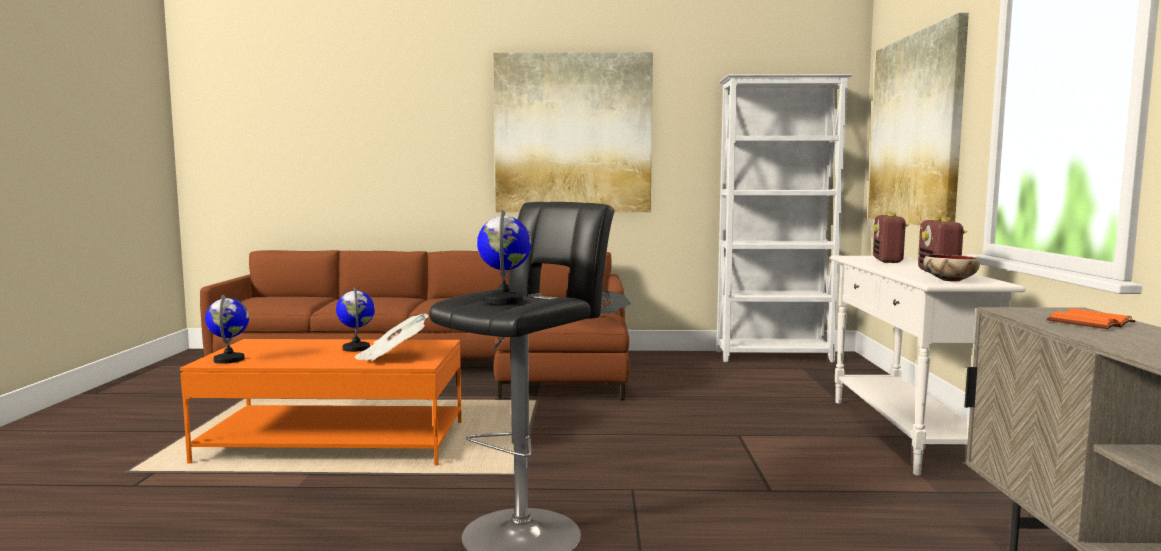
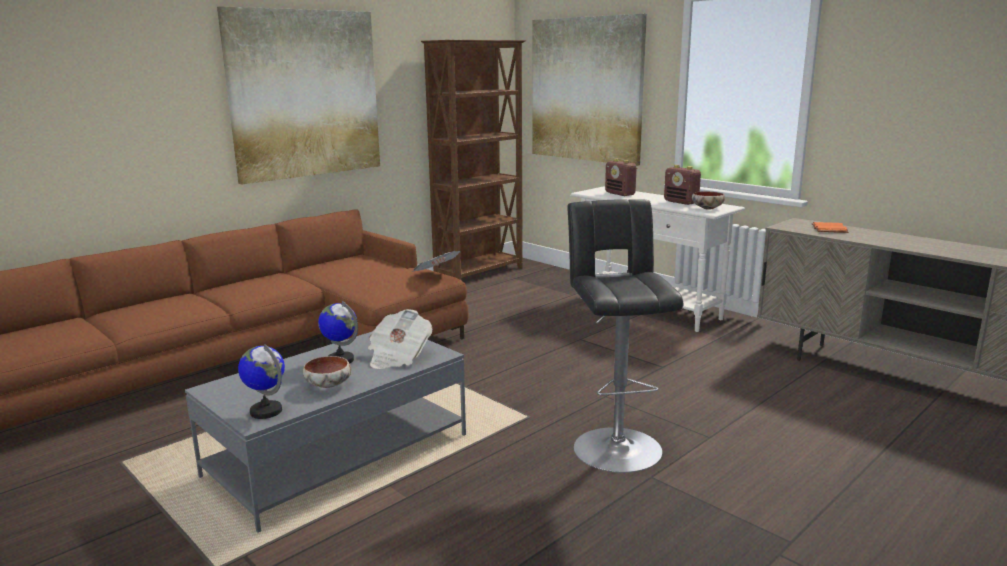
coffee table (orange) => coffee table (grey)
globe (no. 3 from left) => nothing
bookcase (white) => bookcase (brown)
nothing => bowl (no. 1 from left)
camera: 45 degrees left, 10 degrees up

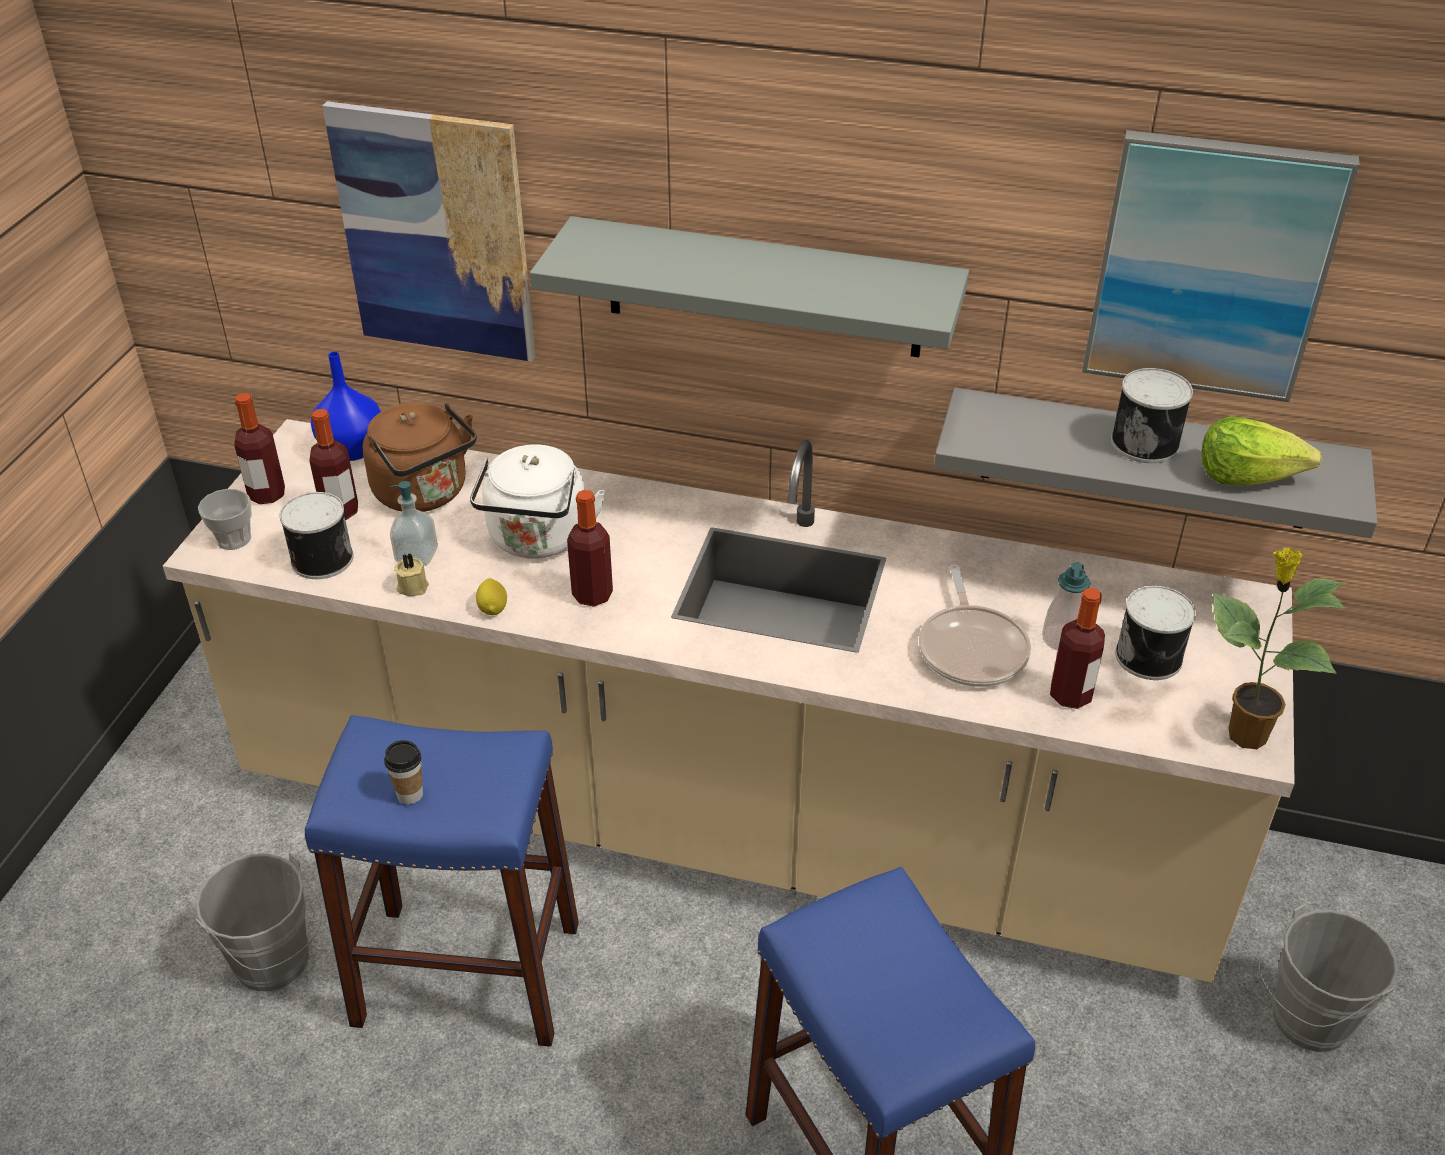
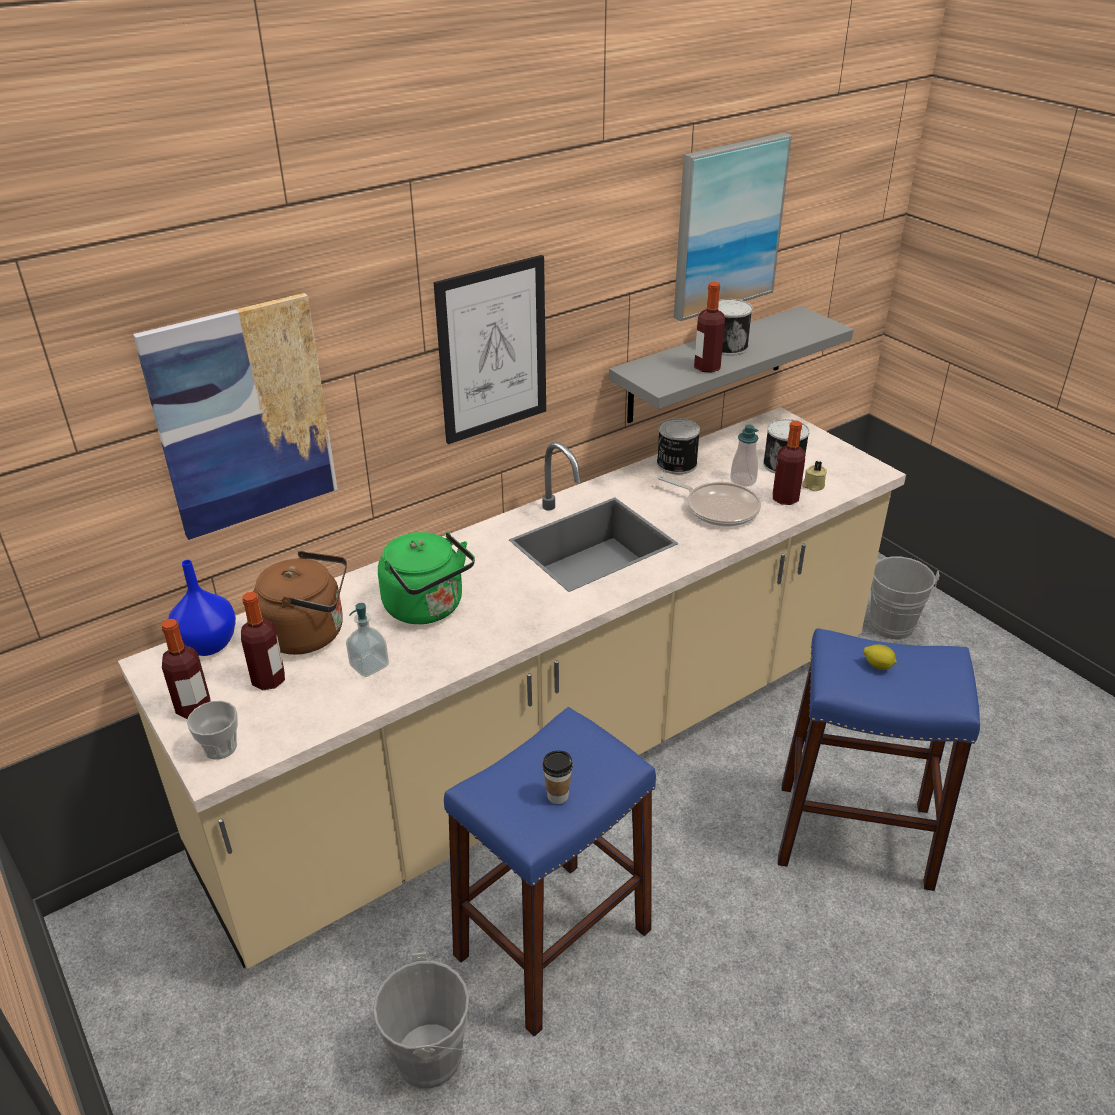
can (no. 1 from left), relocated
candle (beige), relocated
kettle (white) => kettle (green)
lemon, relocated
shelf (grey) (no. 1 from left) => picture (no. 2 from left)
bottle (no. 3 from left), relocated
lettuce => nothing
potted plant => nothing
camera: 50 degrees left, 5 degrees down

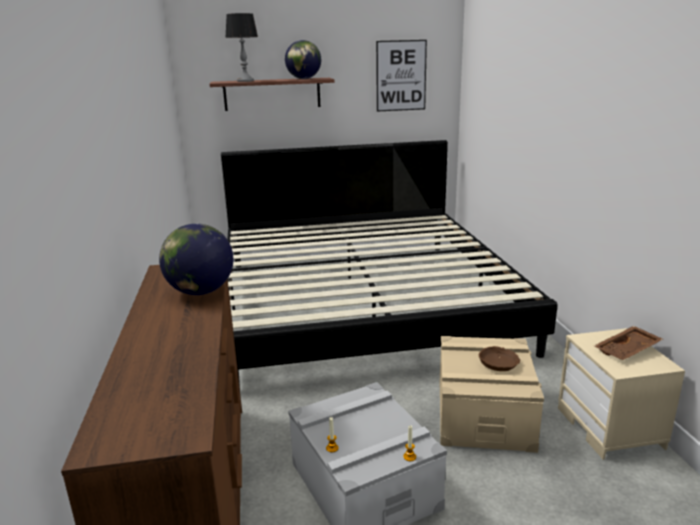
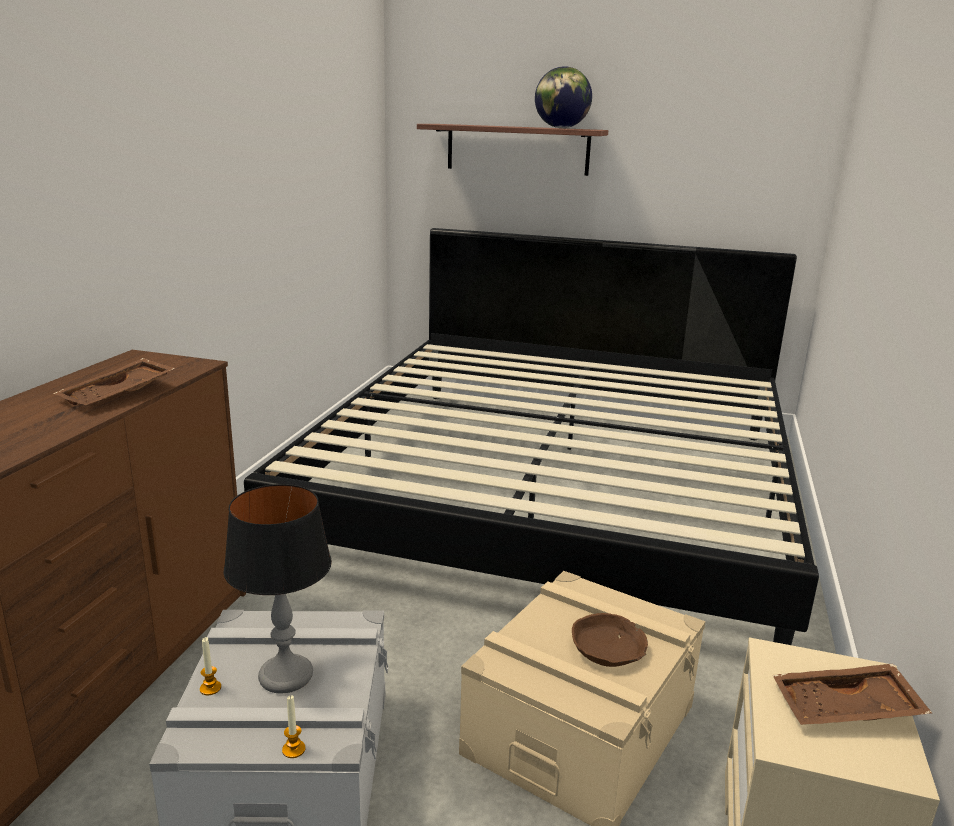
globe (no. 1 from left) => tray (brown) (no. 1 from left)
table lamp, relocated
picture => nothing
camera: 25 degrees right, 0 degrees up

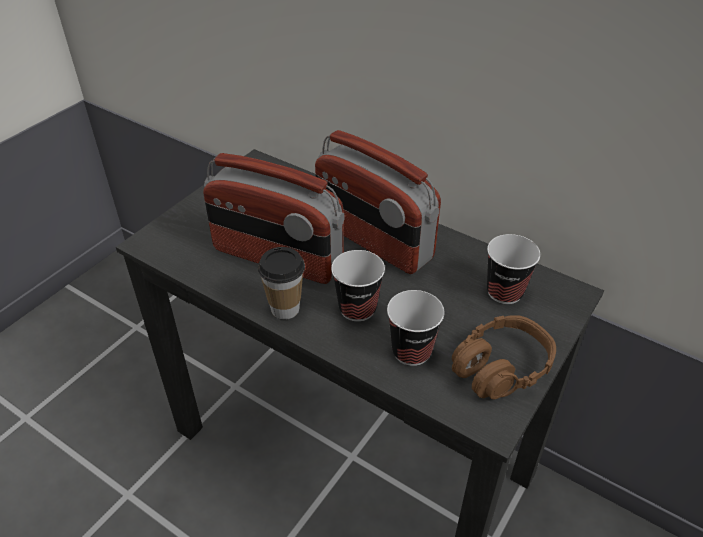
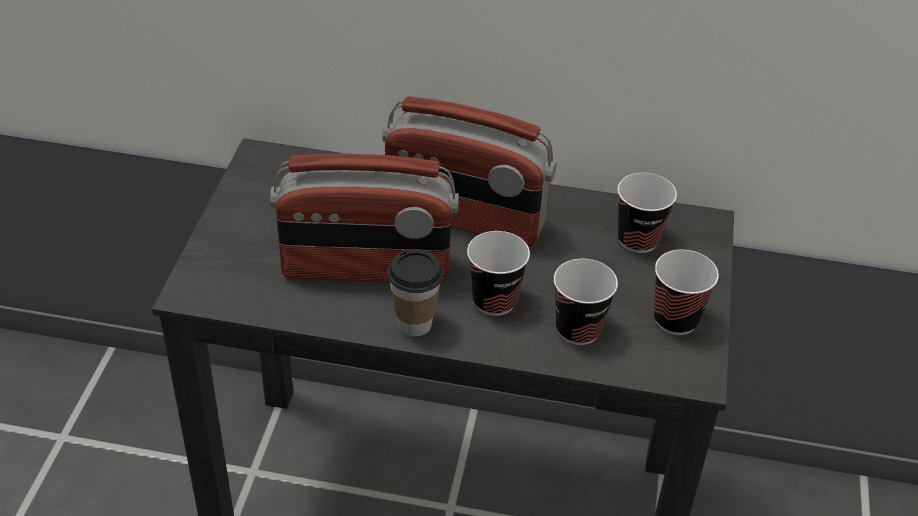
headphones (brown) => cup (no. 5 from left)
camera: 25 degrees left, 0 degrees up

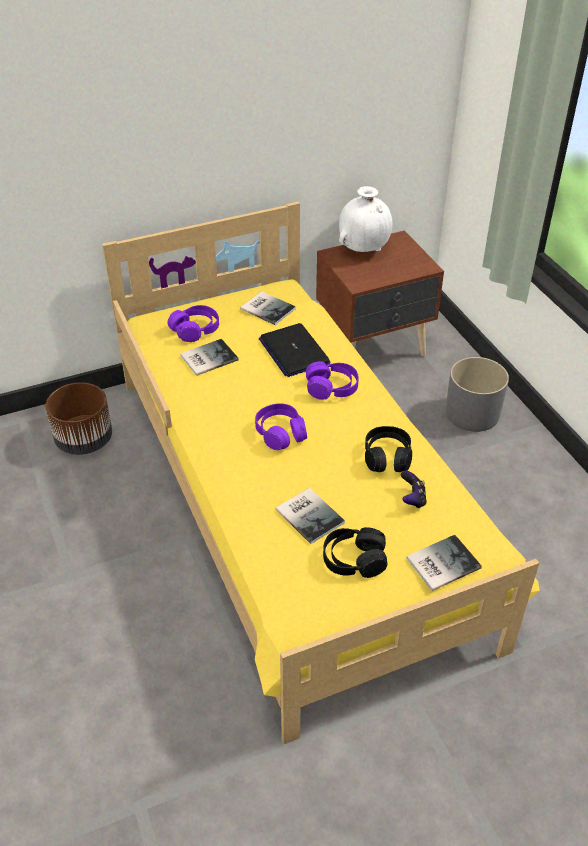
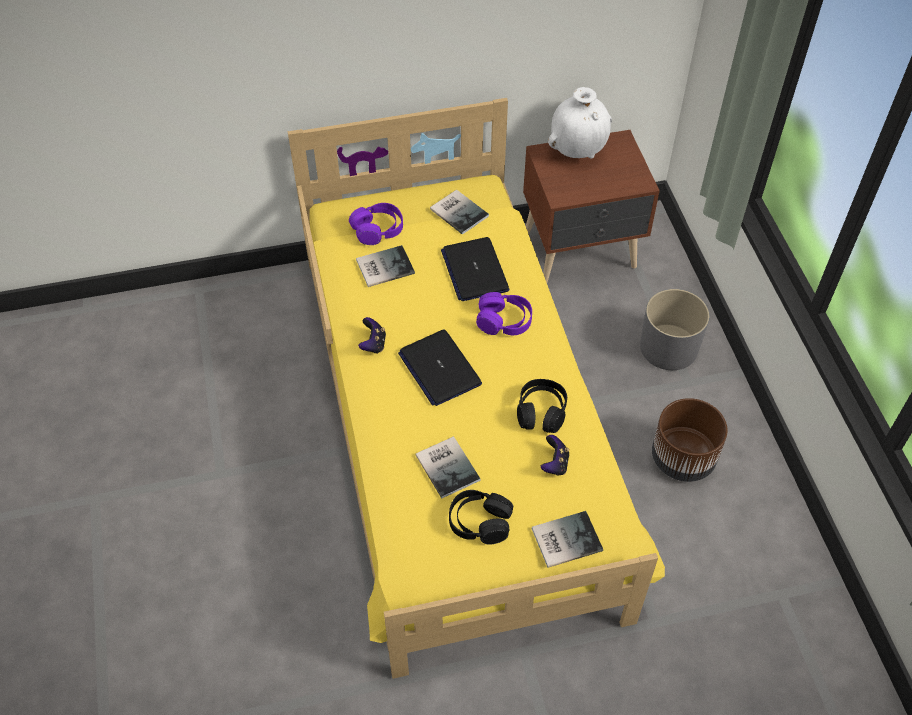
planter (brown), relocated
headphones (purple) (no. 2 from left) => laptop (no. 1 from left)
nothing => game controller (no. 1 from left)
camera: 10 degrees right, 10 degrees up

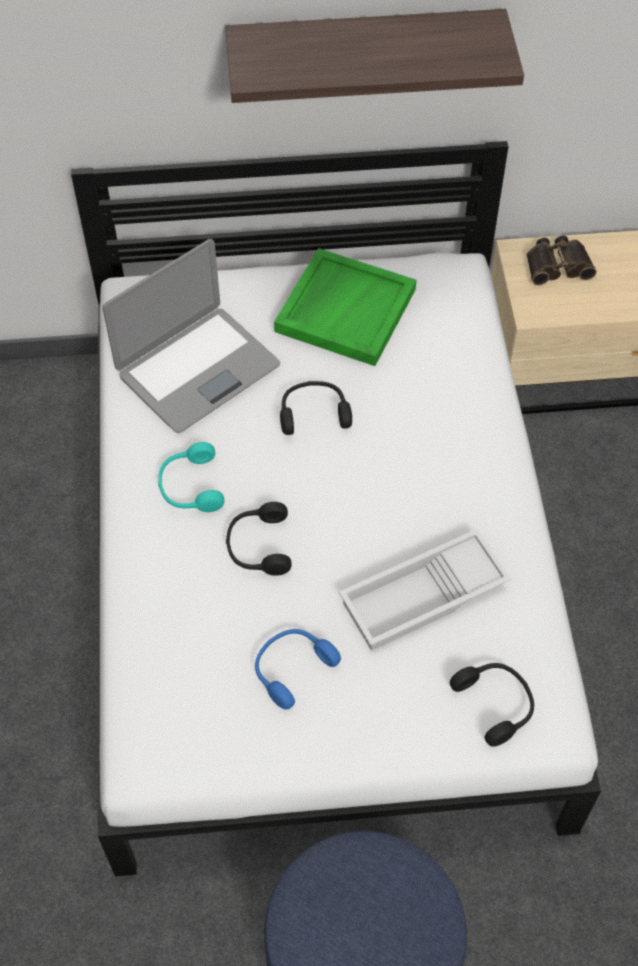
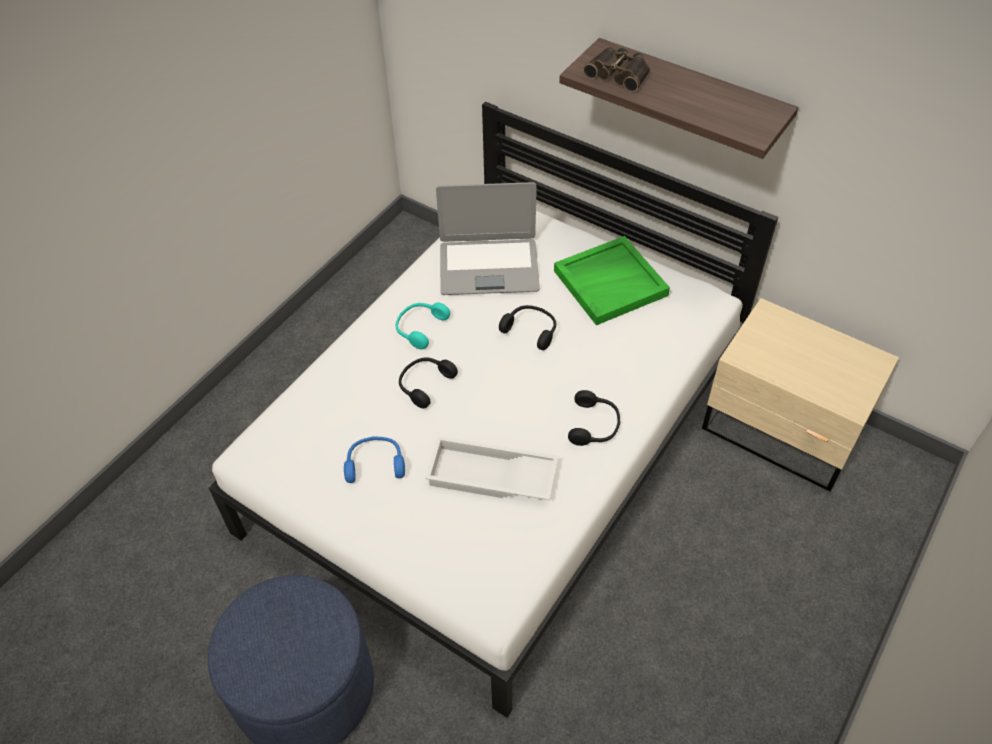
headphones (black) (no. 3 from left), relocated
binoculars, relocated
camera: 40 degrees right, 5 degrees down

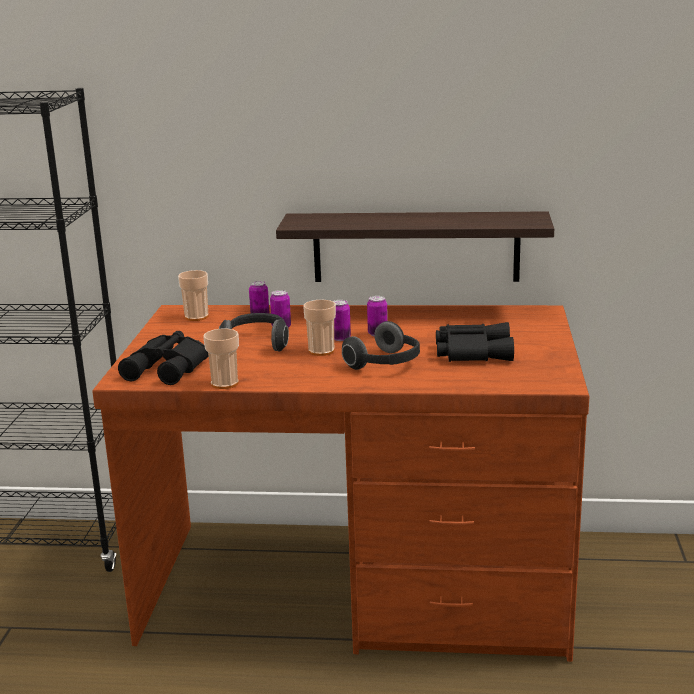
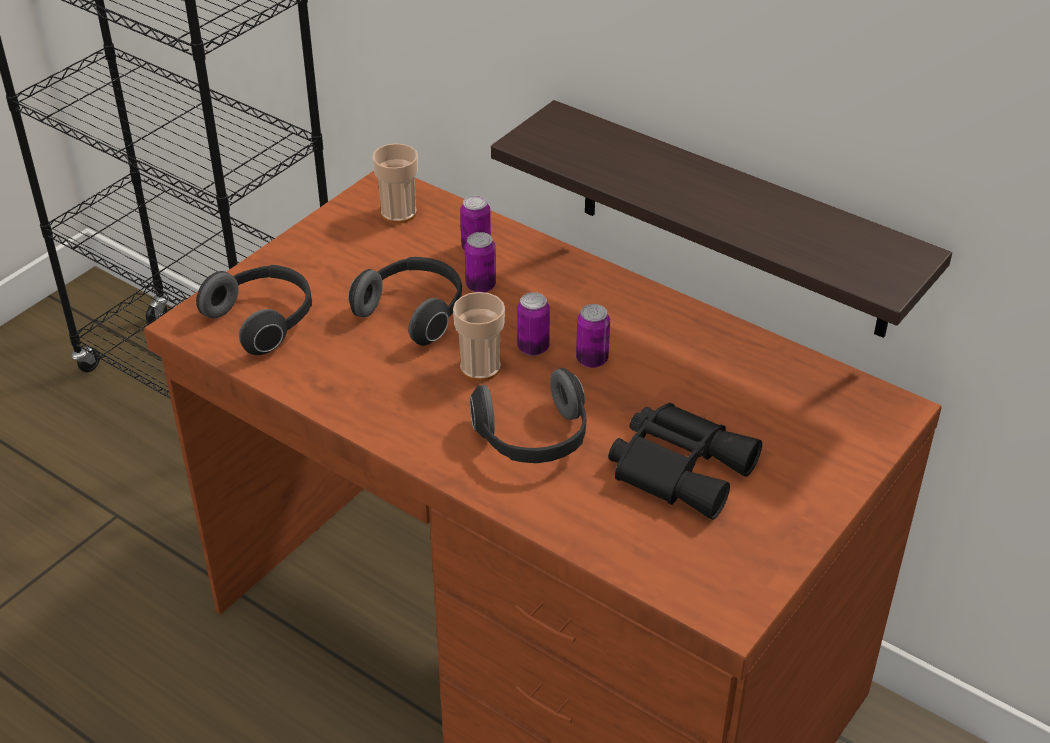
binoculars (black) (no. 1 from left) => headphones (no. 1 from left)
cup (no. 2 from left) => nothing
camera: 30 degrees right, 20 degrees up

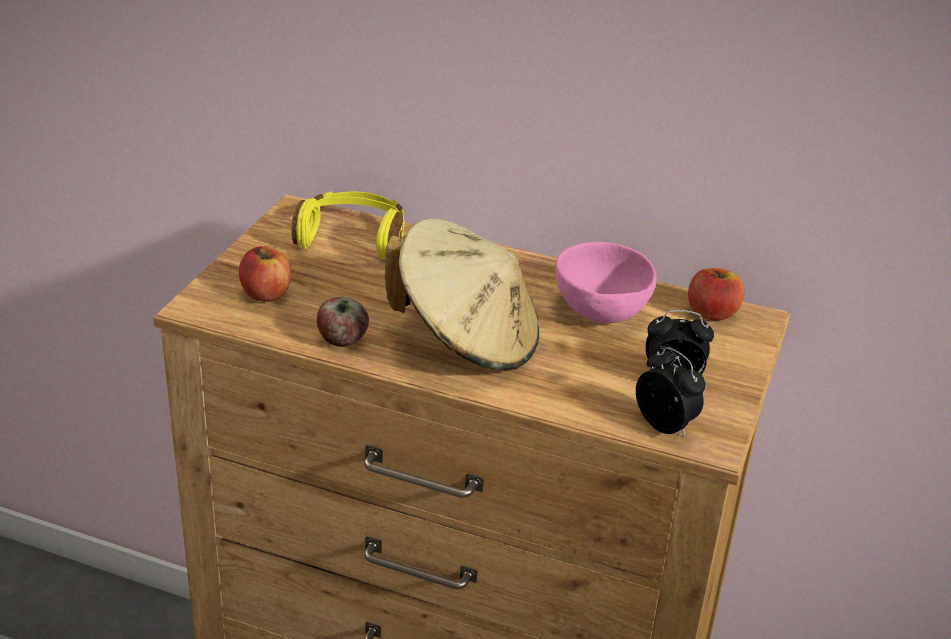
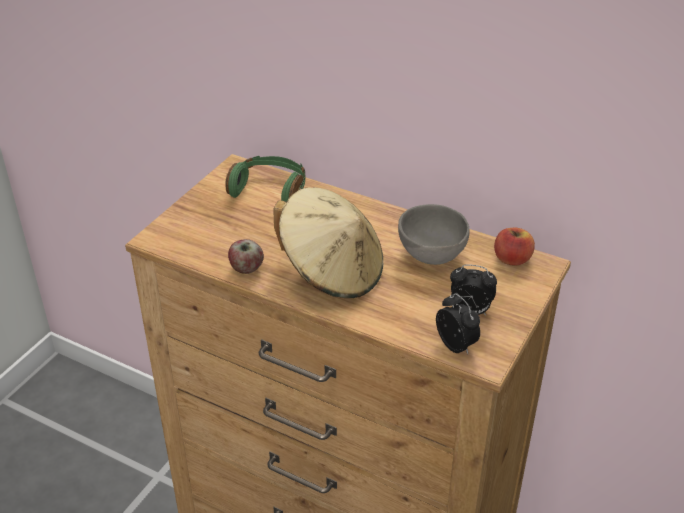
apple (no. 1 from left) => nothing
headphones (yellow) => headphones (green)
bowl (pink) => bowl (grey)
camera: 10 degrees right, 5 degrees up

